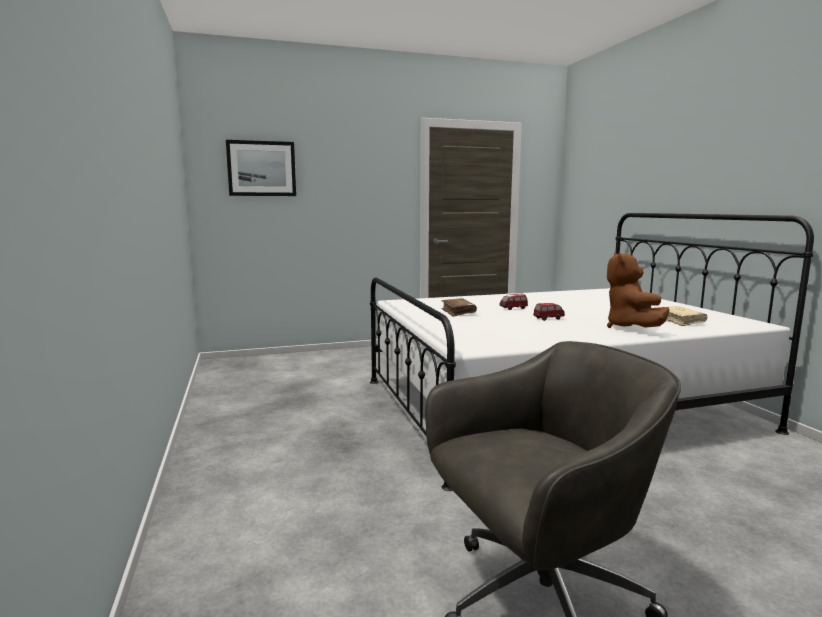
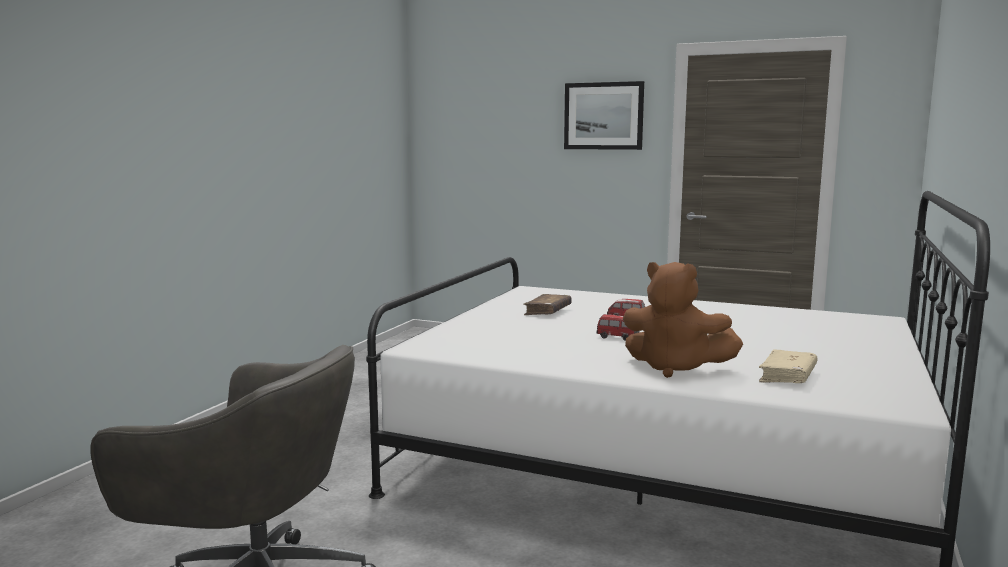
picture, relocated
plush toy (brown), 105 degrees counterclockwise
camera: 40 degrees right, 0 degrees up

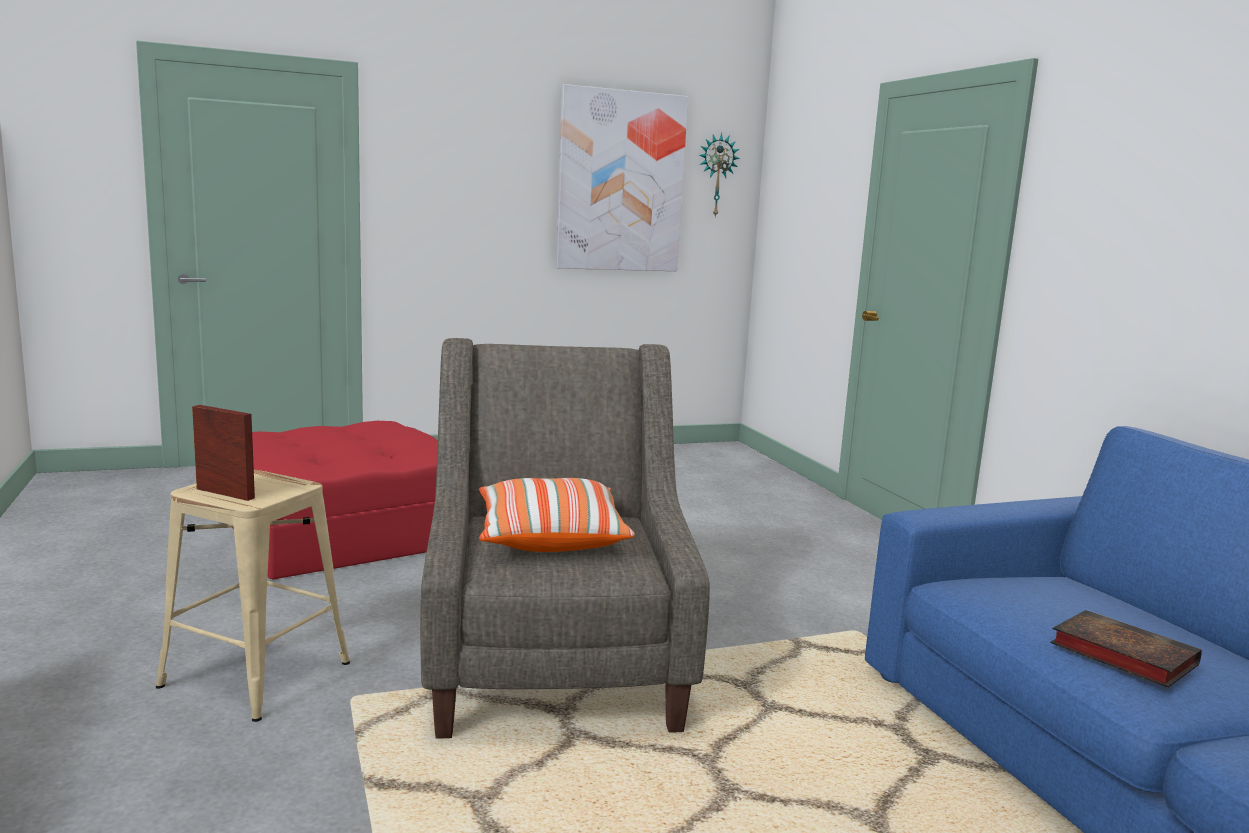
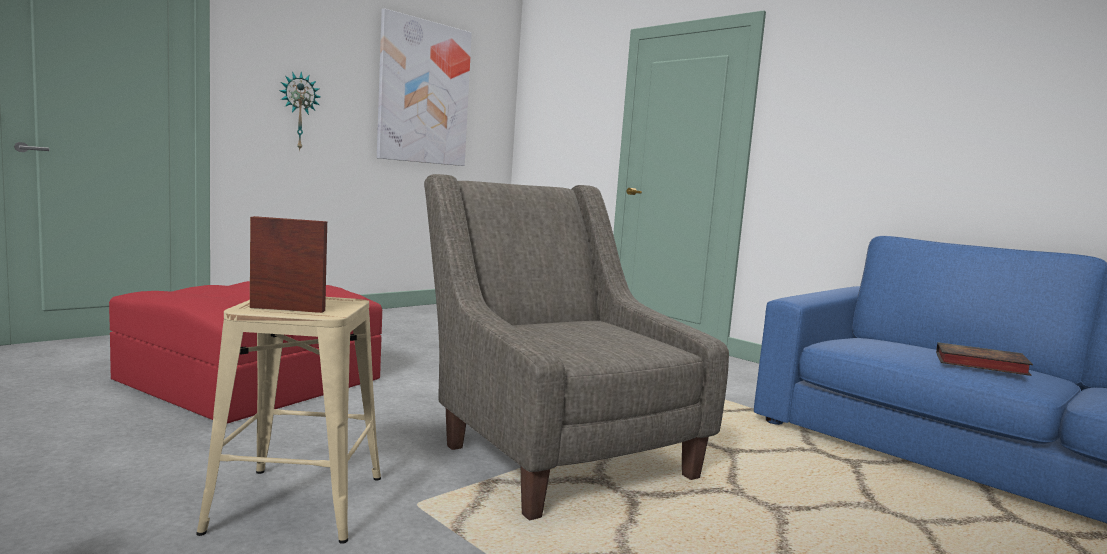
pillow => nothing
wall clock, relocated
camera: 25 degrees left, 5 degrees down

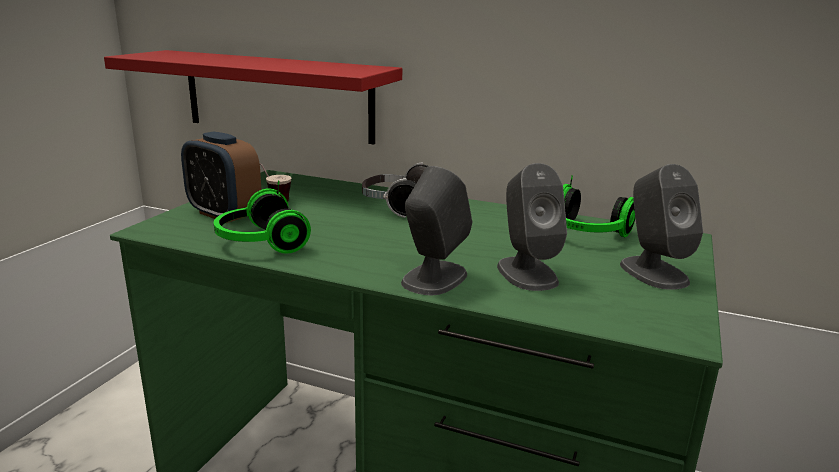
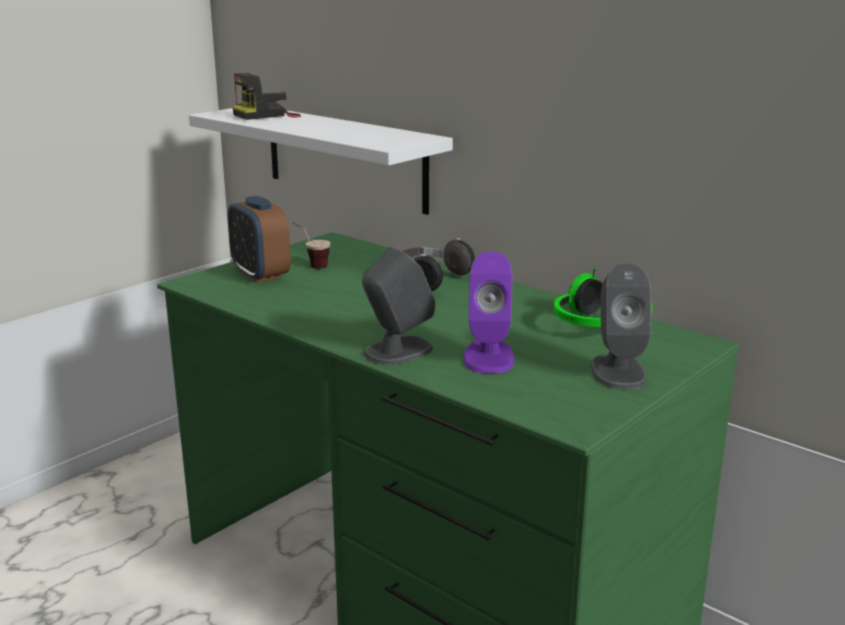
shelf (red) => shelf (white)
headphones (no. 1 from left) => nothing
speaker (grey) (no. 2 from left) => speaker (purple)
nothing => photo camera
camera: 20 degrees right, 0 degrees up

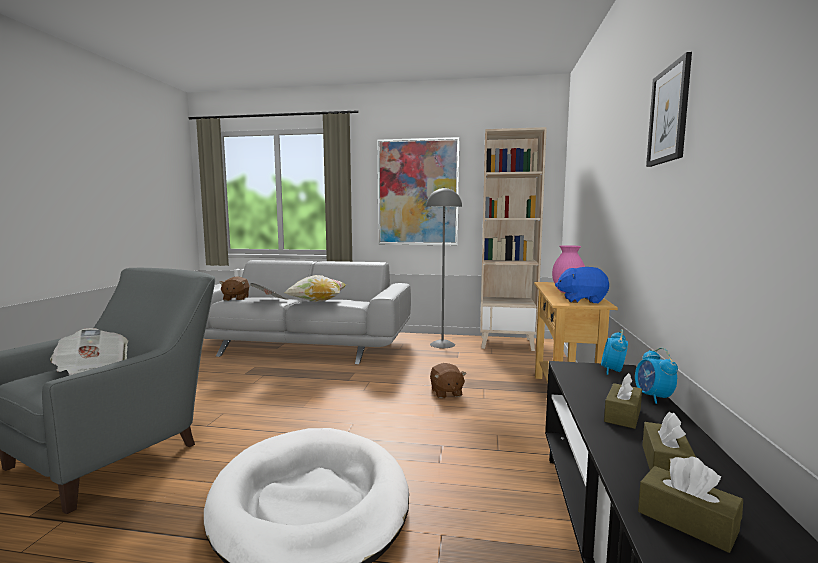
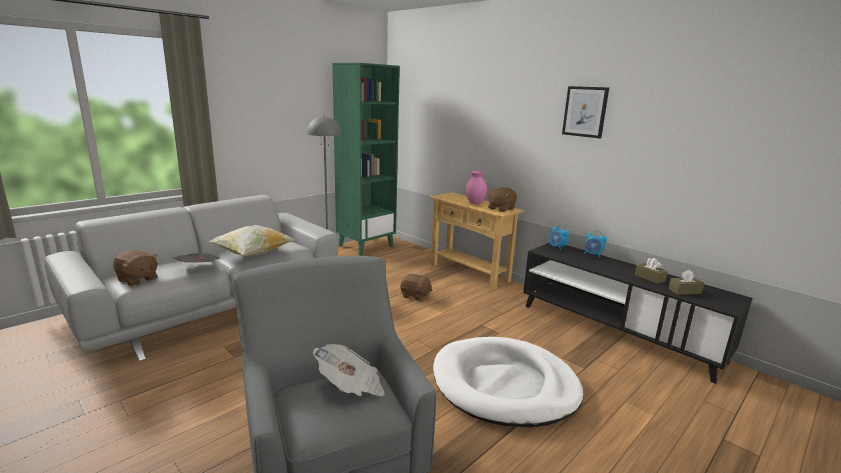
picture (no. 1 from left) => nothing
bookcase (beige) => bookcase (green)
plush toy (blue) => plush toy (brown) (no. 3 from left)
tissue box (brown) (no. 1 from left) => nothing
camera: 55 degrees left, 10 degrees up

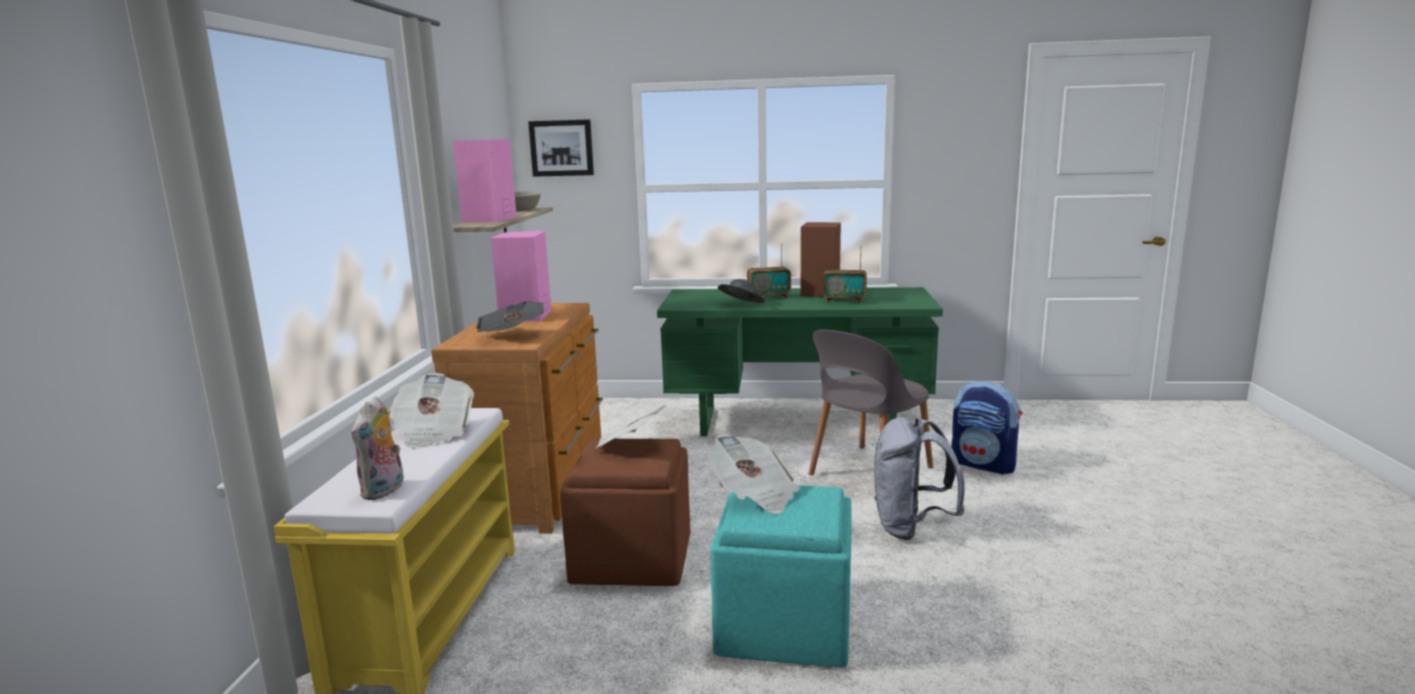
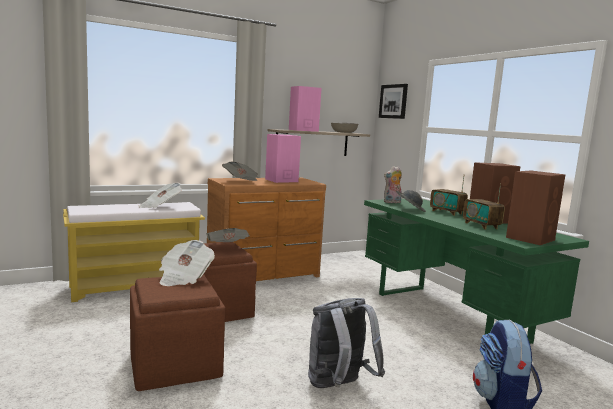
plush toy, relocated
ottoman (turquoise) => ottoman (brown) (no. 1 from left)
chair (grey) => nothing
nothing => speaker (brown) (no. 2 from left)
camera: 55 degrees right, 5 degrees down

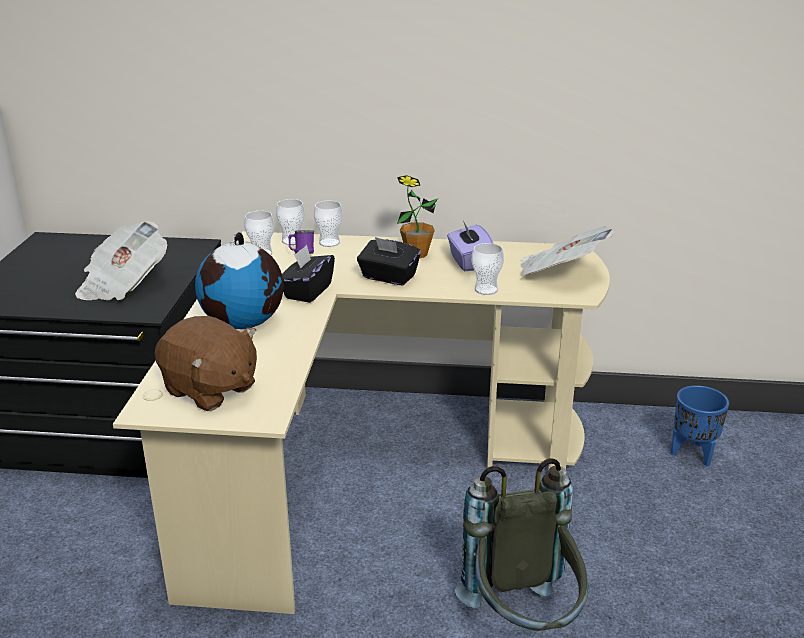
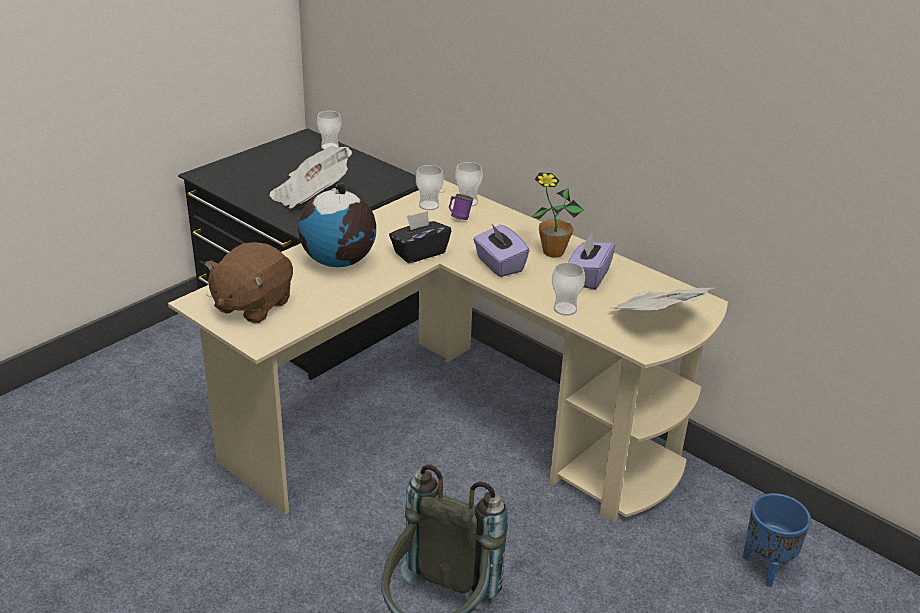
plush toy (brown), 45 degrees clockwise
cup (no. 3 from left in the first image) => cup (no. 1 from left), relocated
tissue box (black) (no. 2 from left) => tissue box (purple) (no. 1 from left)
camera: 35 degrees right, 5 degrees up

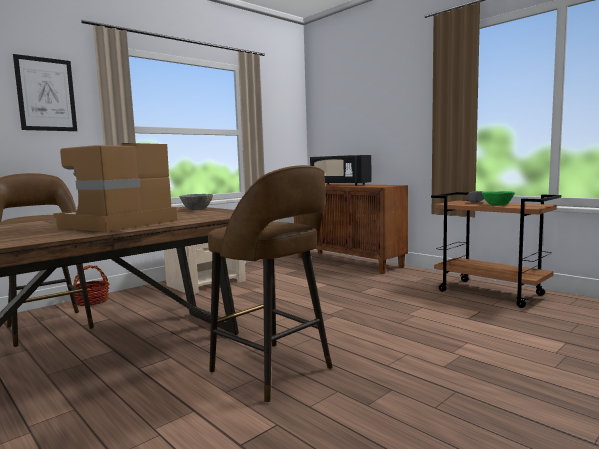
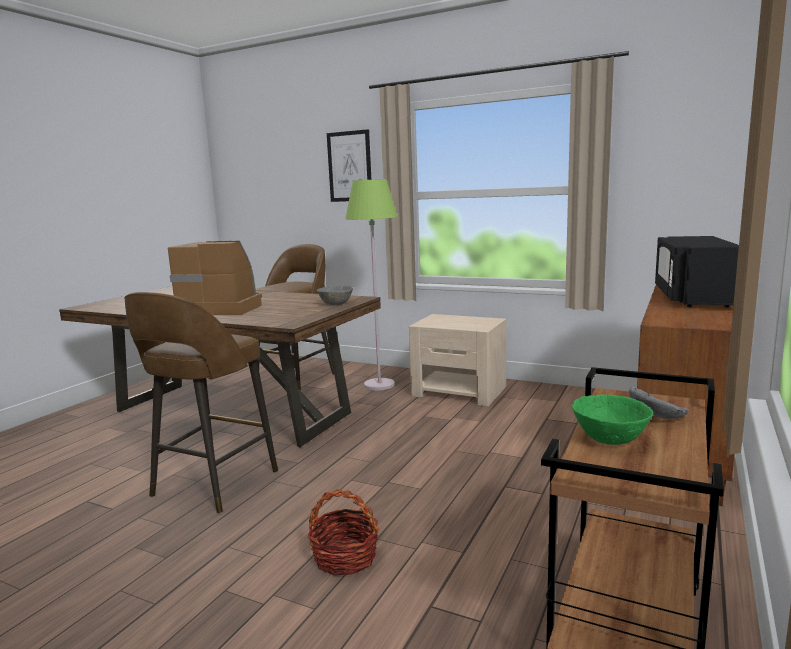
basket, relocated
nothing => floor lamp (green)
camera: 70 degrees right, 5 degrees up

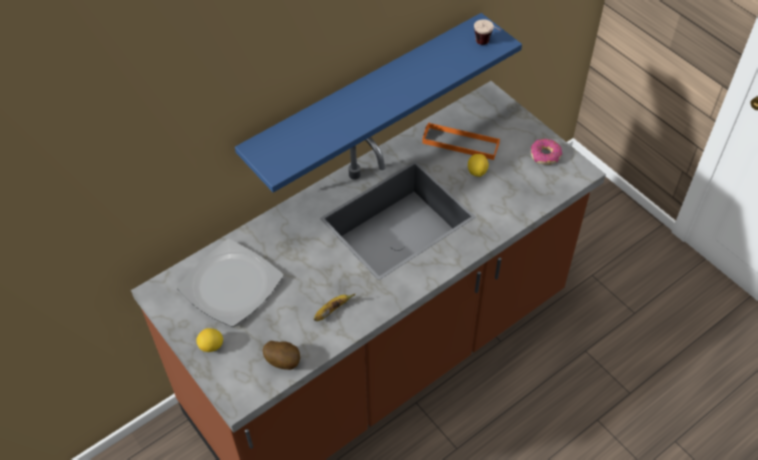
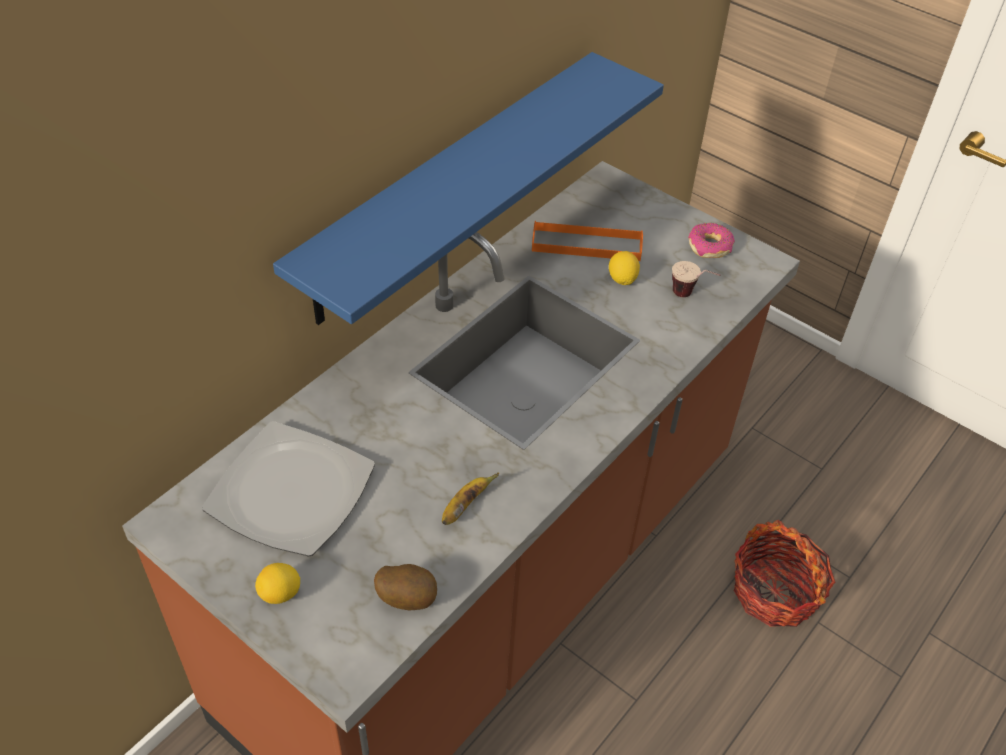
cup, relocated
nothing => basket
camera: 15 degrees left, 5 degrees down

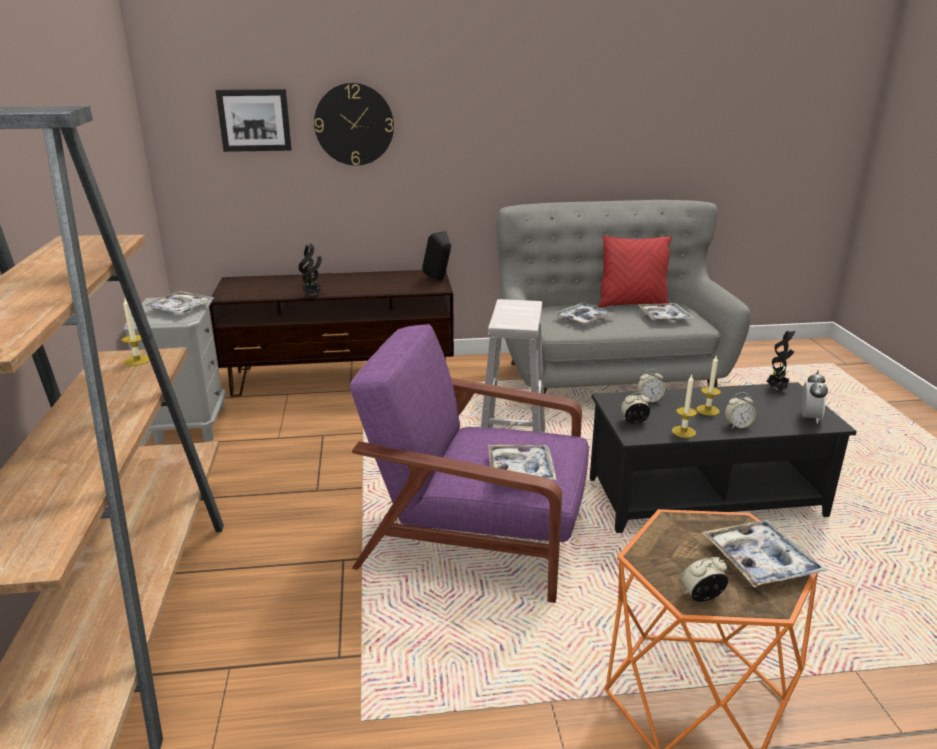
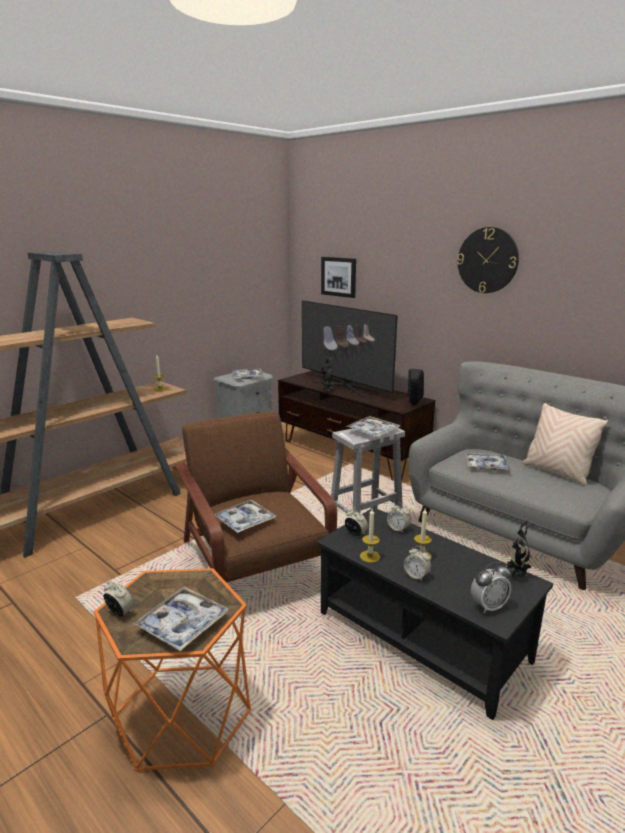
wall clock, relocated
armchair (purple) => armchair (brown)
pillow (red) => pillow (beige)
tray (no. 4 from left), relocated
nothing => television
camera: 50 degrees right, 5 degrees down

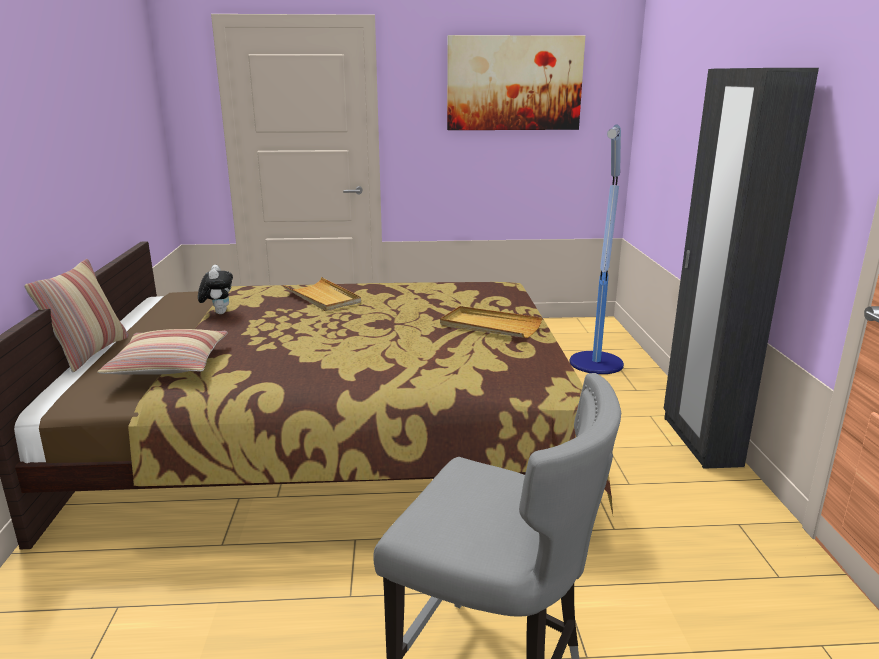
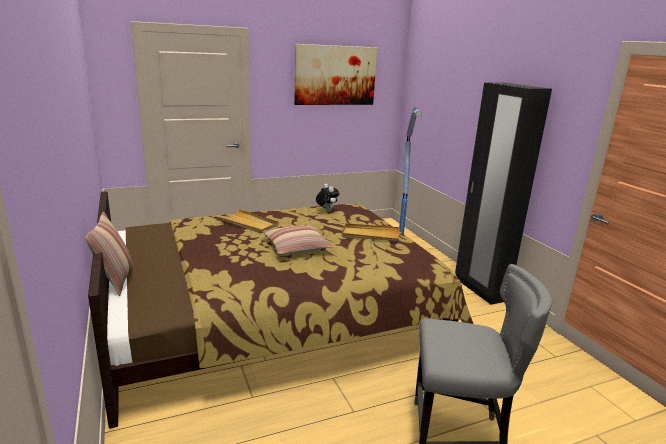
pillow (no. 2 from left), relocated
plush toy, relocated
camera: 20 degrees left, 0 degrees up

